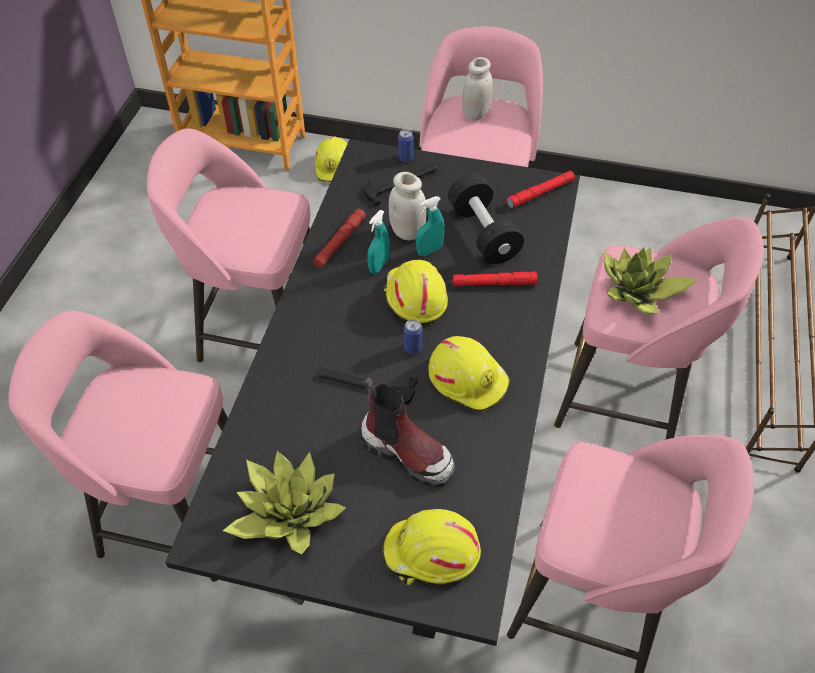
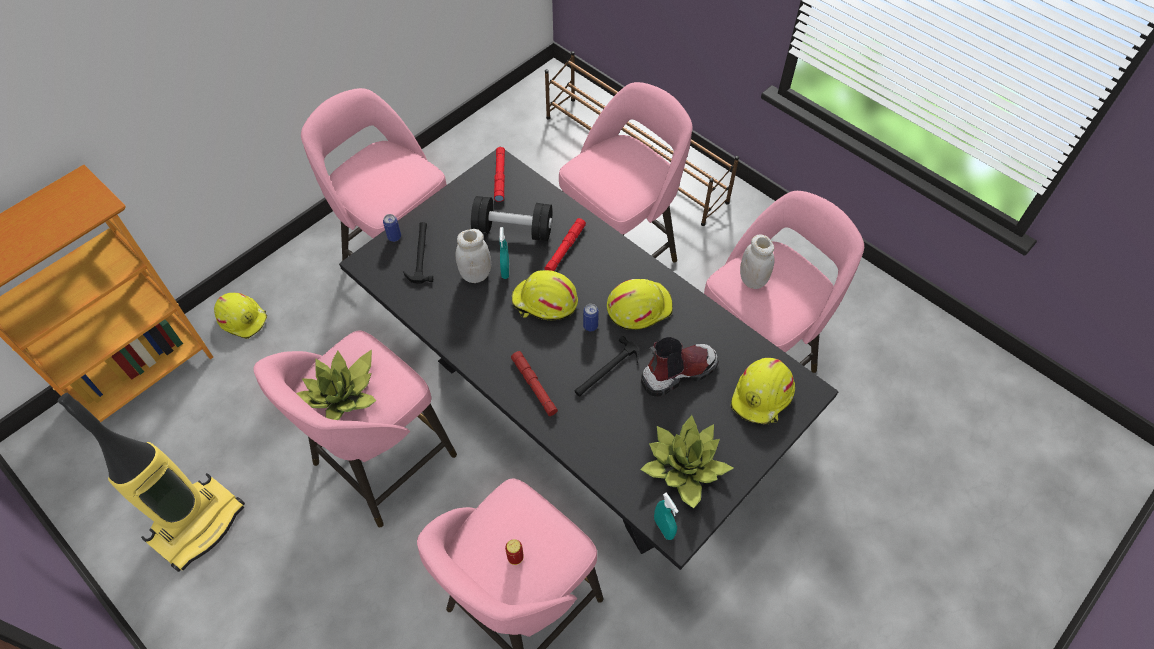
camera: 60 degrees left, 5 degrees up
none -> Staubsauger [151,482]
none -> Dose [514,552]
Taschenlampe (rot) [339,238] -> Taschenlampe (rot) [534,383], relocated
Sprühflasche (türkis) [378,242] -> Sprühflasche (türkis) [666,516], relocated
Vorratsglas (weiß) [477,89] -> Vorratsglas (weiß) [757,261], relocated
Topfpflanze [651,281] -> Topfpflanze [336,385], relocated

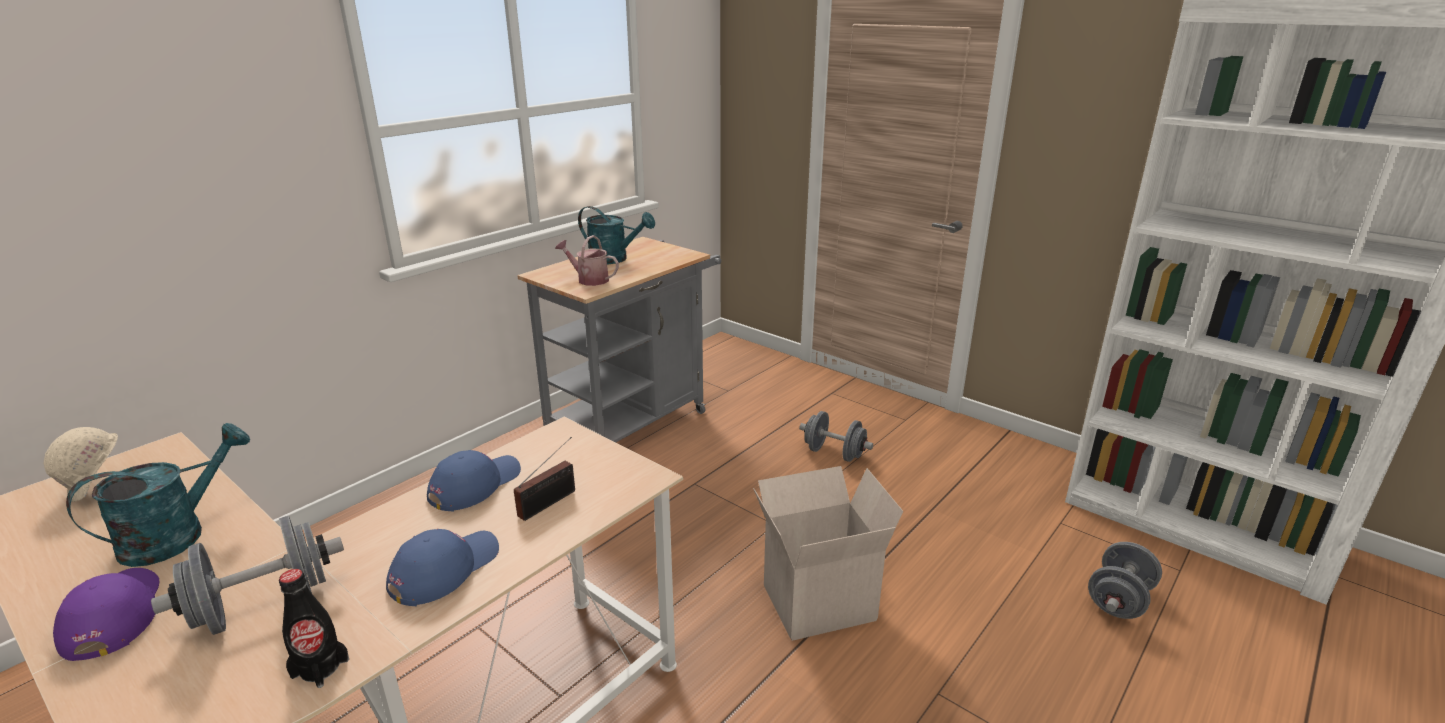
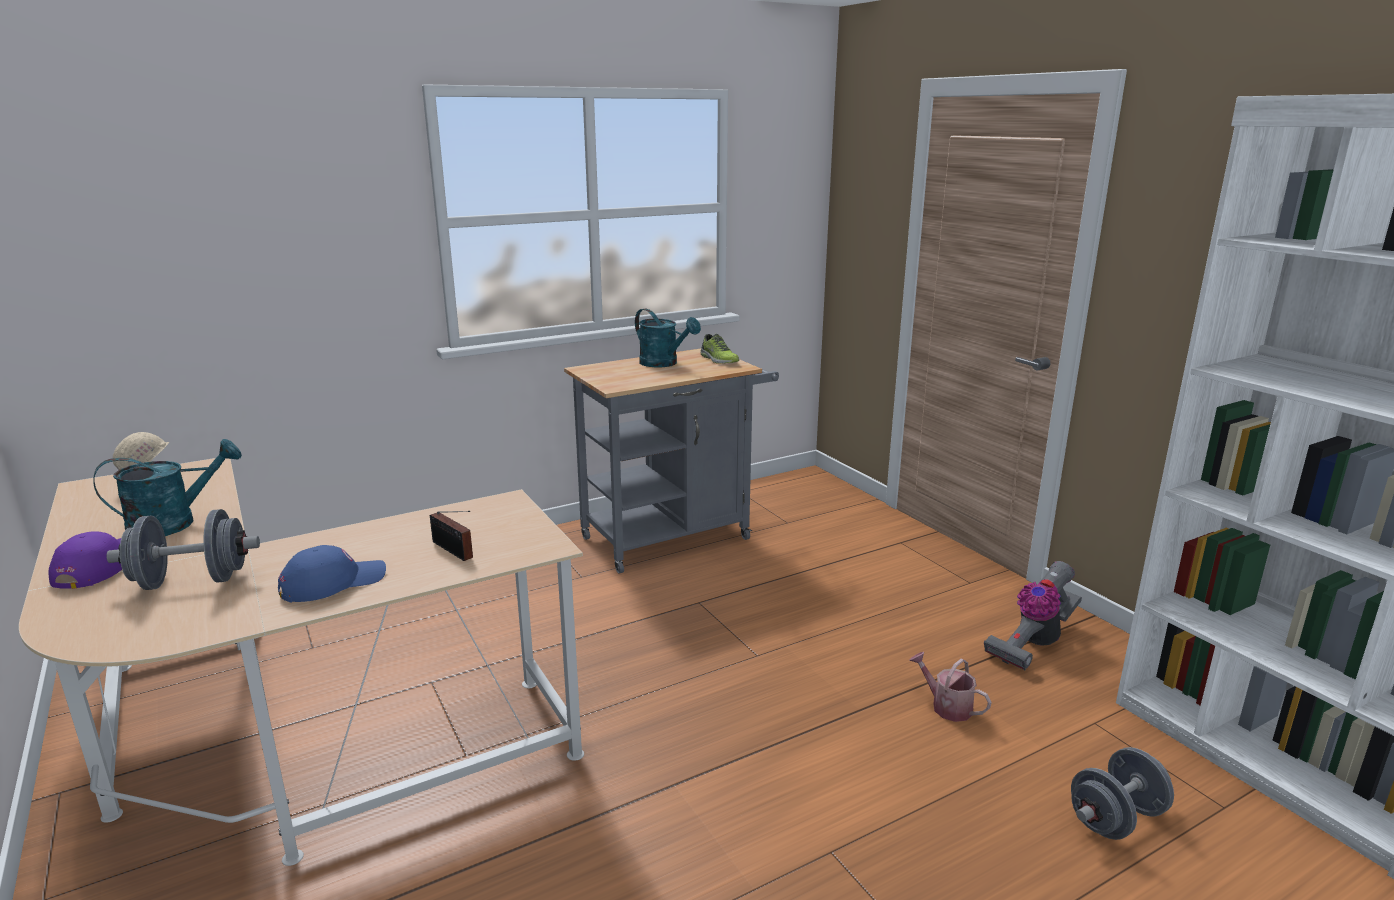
camera: 20 degrees right, 5 degrees down
Flasche (schwarz) [314,628] -> none
Kappe (blau) [474,481] -> none
Karton [828,553] -> none
Hantel (grau) [836,436] -> none
none -> Schuh [719,349]
none -> Staubsauger [1033,615]
Gießkanne [587,260] -> Gießkanne [950,687], relocated
Radio [544,479] -> Radio [451,536], 75 degrees clockwise

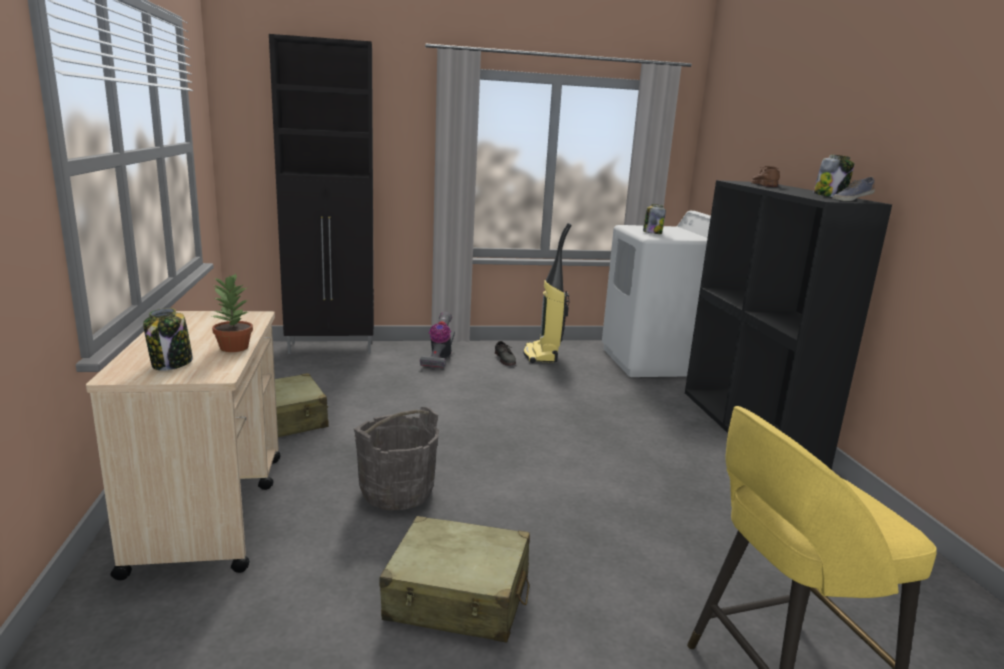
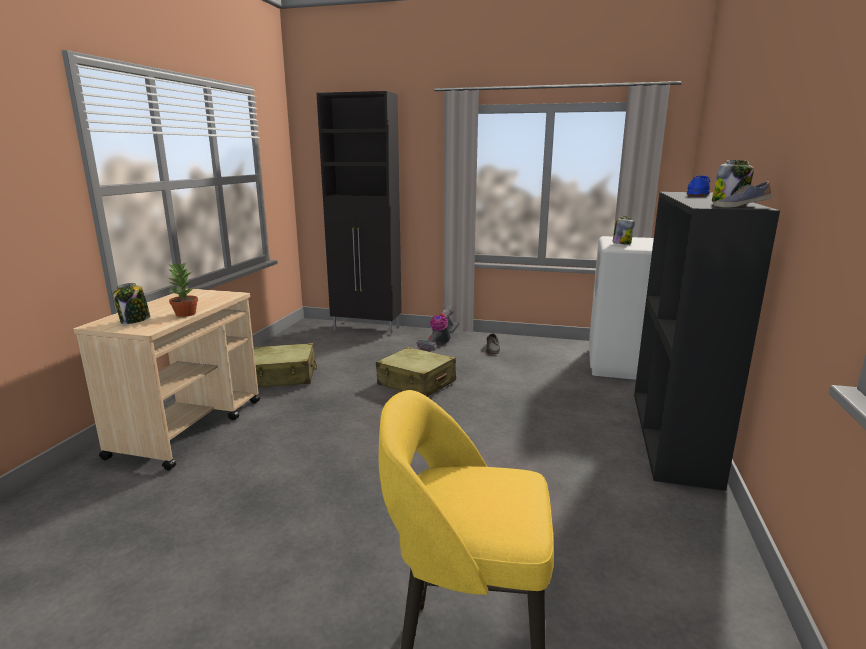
camera: 25 degrees right, 0 degrees up
Eimer (grau) [396,458] -> none
Staubsauger [547,293] -> none
Koffer (beige) [454,579] -> Koffer (beige) [416,372], relocated
Schuh (braun) [765,176] -> Schuh (blau) [698,186]

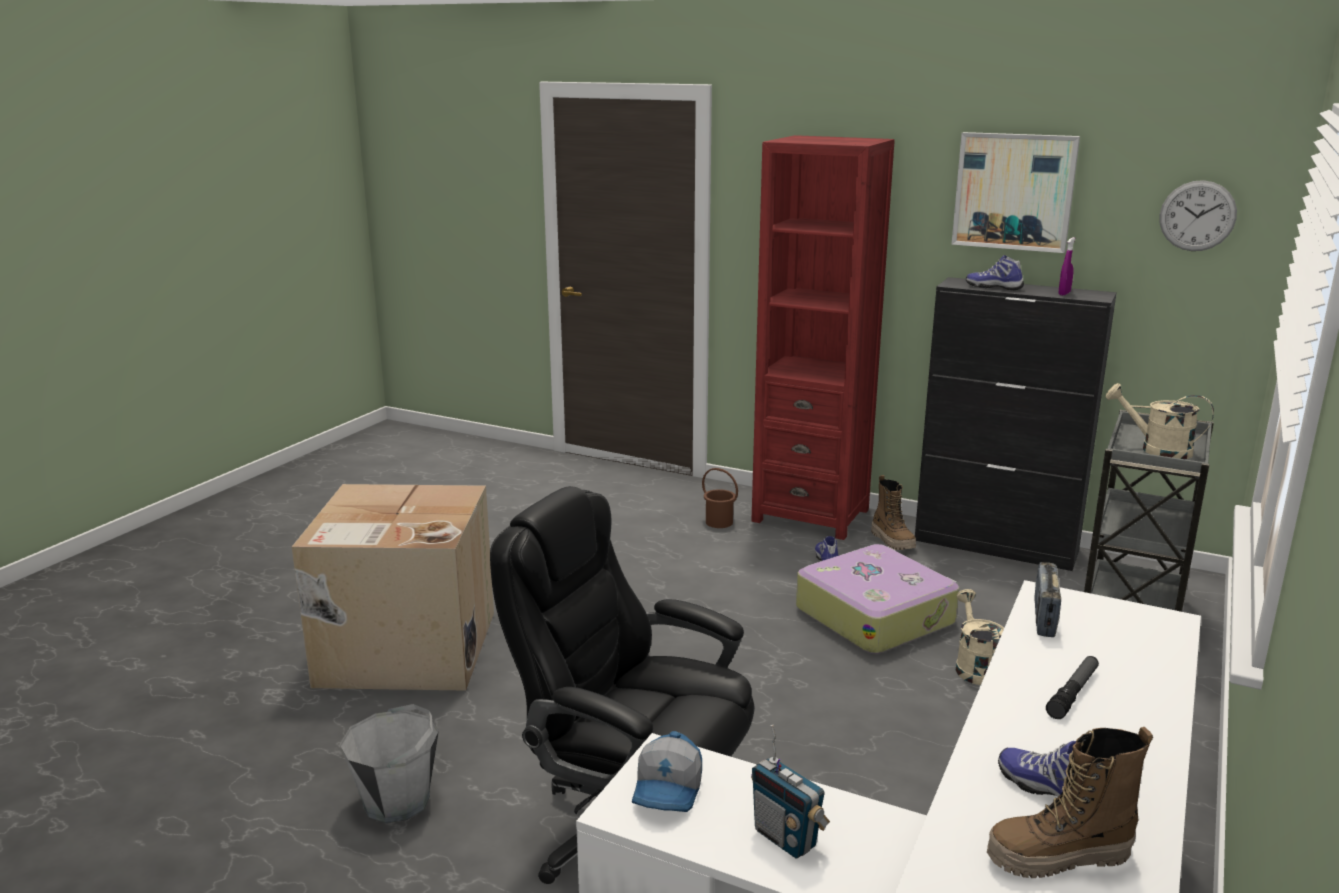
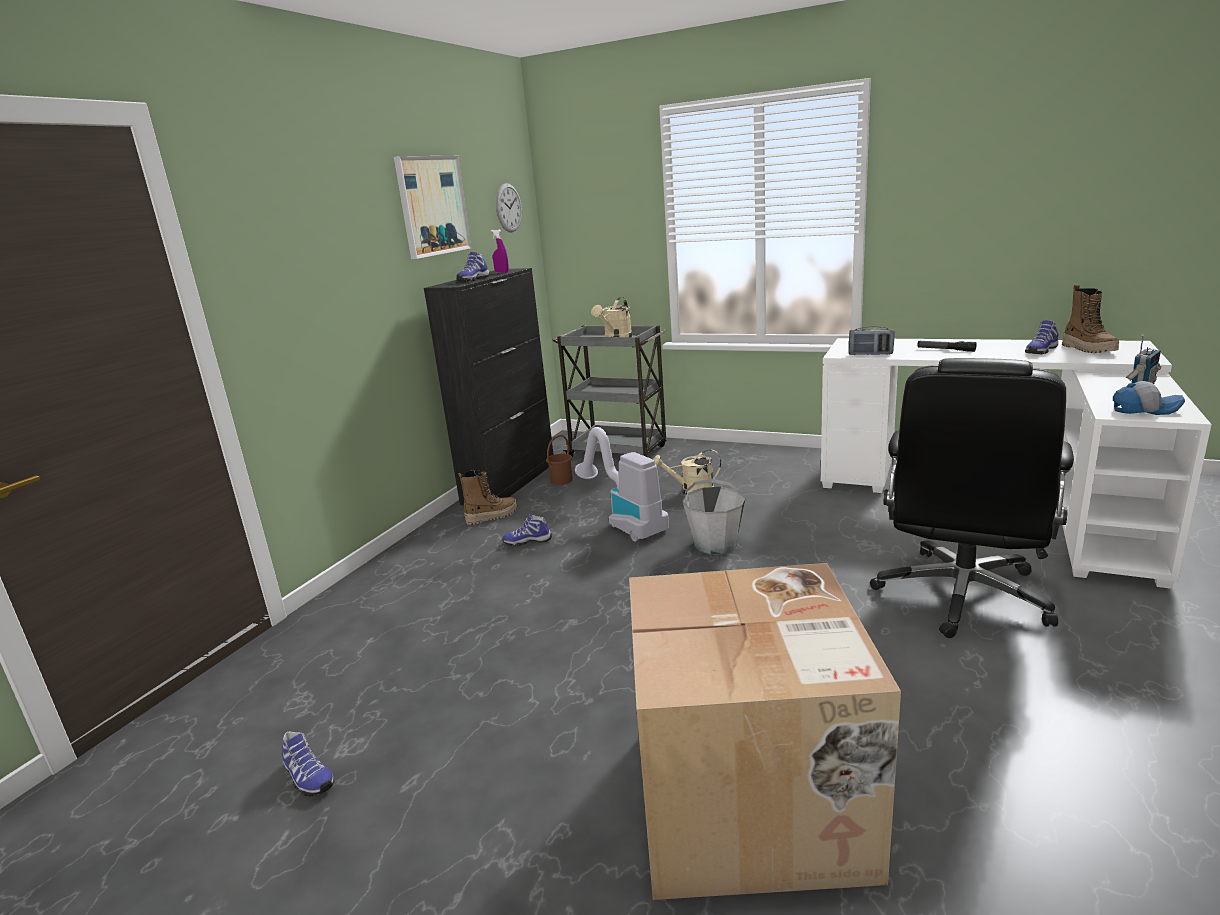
camera: 90 degrees left, 0 degrees up
Bücherregal (rot) [823,337] -> none
none -> Schuh [308,764]
Eimer (grau) [389,764] -> Eimer (grau) [714,517], relocated
Eimer (braun) [720,498] -> Eimer (braun) [559,460], relocated
Koffer [877,599] -> Staubsauger [622,484]

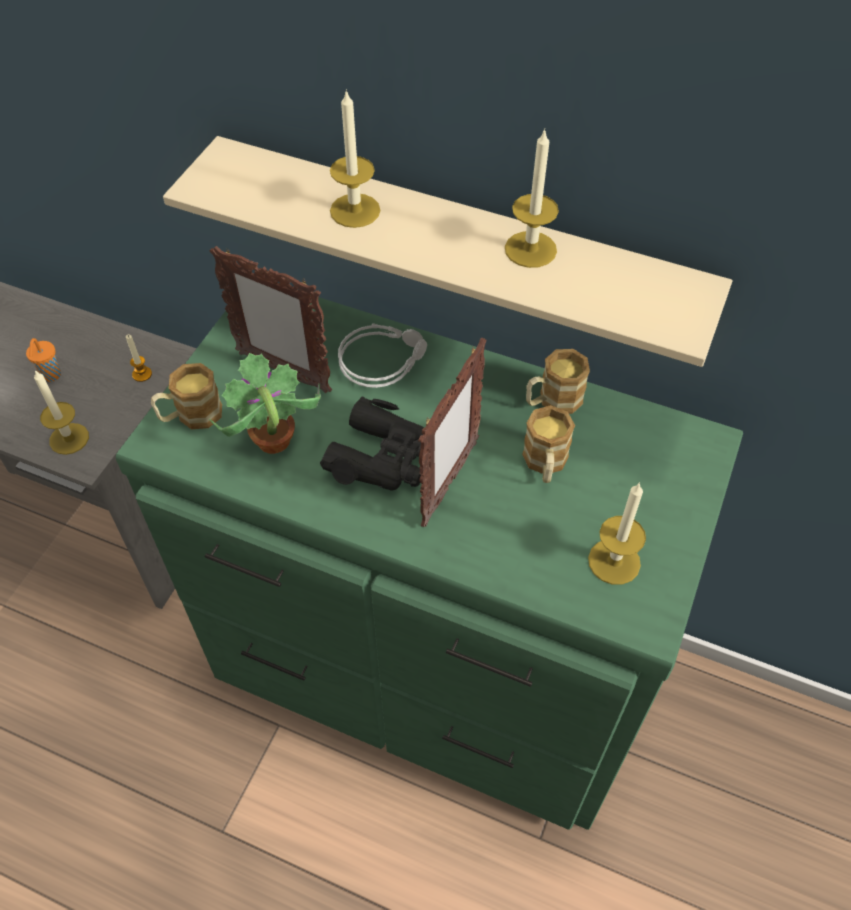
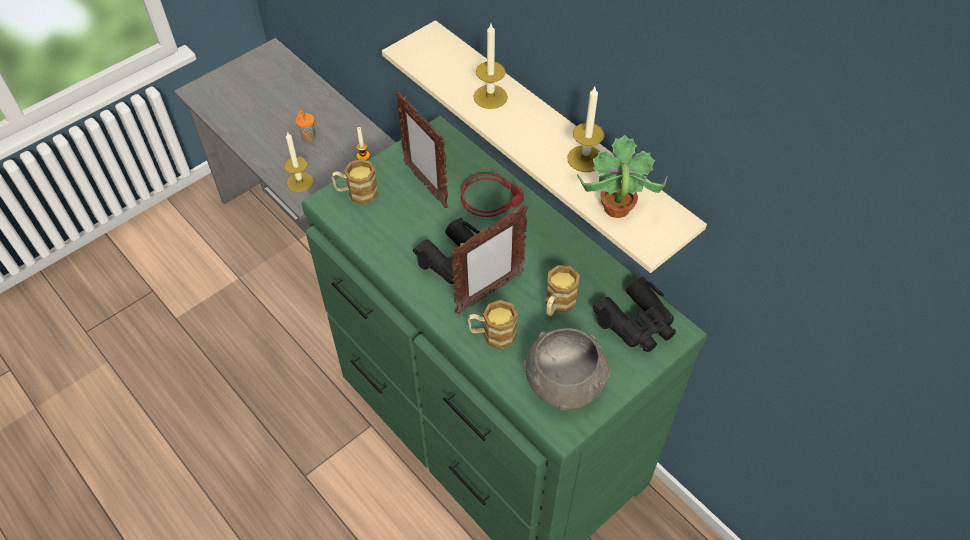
camera: 25 degrees right, 0 degrees up
none -> Fernglas (schwarz) [634,314]
Topfpflanze [265,403] -> Topfpflanze [622,176], relocated
Henkelbecher [558,381] -> Henkelbecher [493,324], relocated
Kerze [617,533] -> Schüssel (grau) [567,369]
Kopfhörer (grau) [382,355] -> Kopfhörer (rot) [492,195]

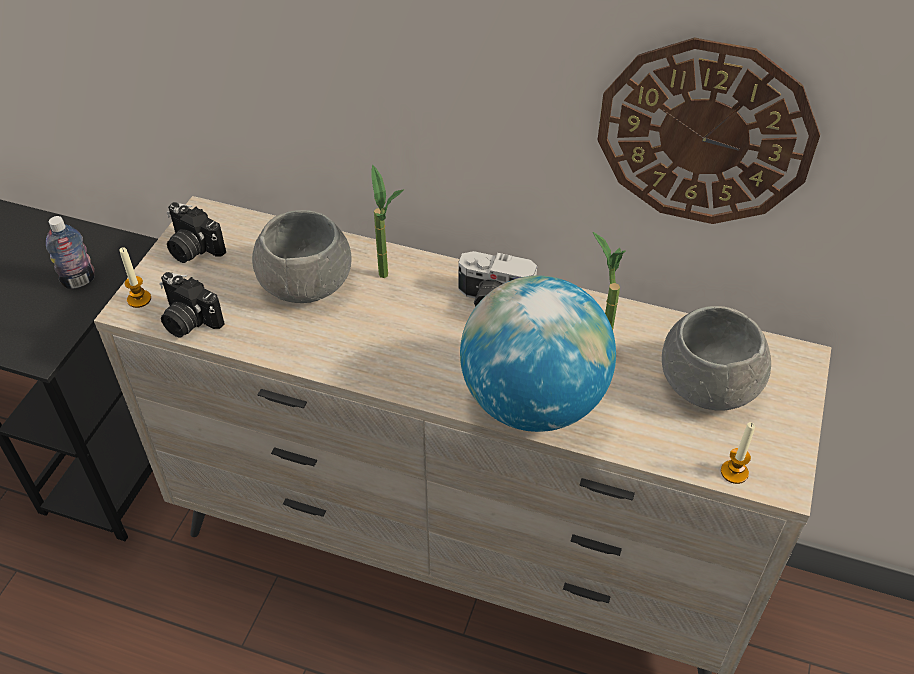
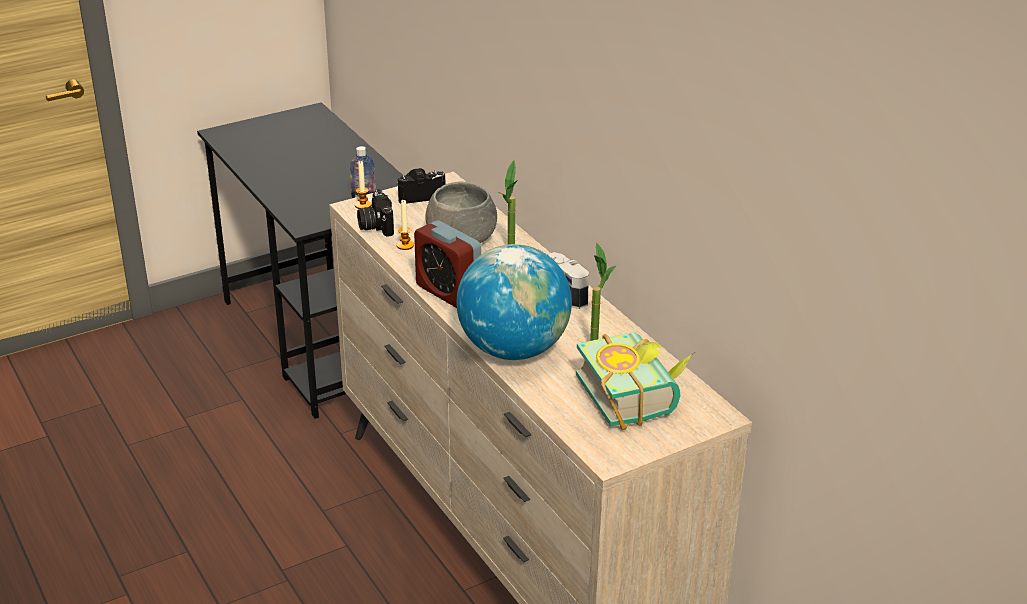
camera: 40 degrees right, 15 degrees down
Wanduhr [709,130] -> none
none -> Wecker [447,264]
Kerze [738,453] -> Kerze [405,224], relocated
Schüssel (grau) [716,358] -> Buch [636,381]
Kamera [196,232] -> Kamera [421,186], 90 degrees clockwise

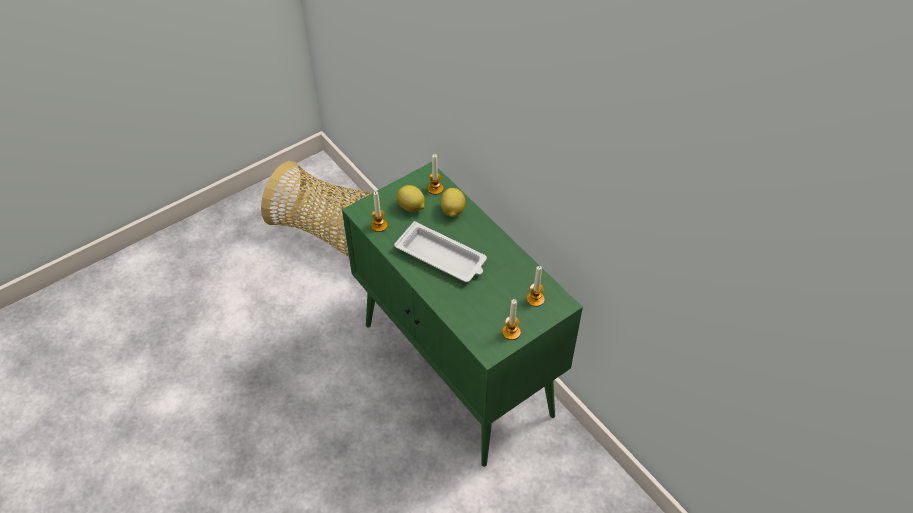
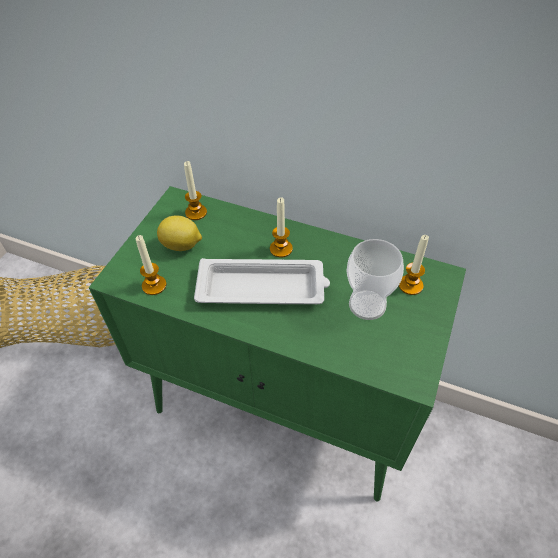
camera: 30 degrees left, 0 degrees up
Zitrone [453,202] -> none
none -> Tasse [375,279]
Kerze [511,319] -> Kerze [281,227], relocated

